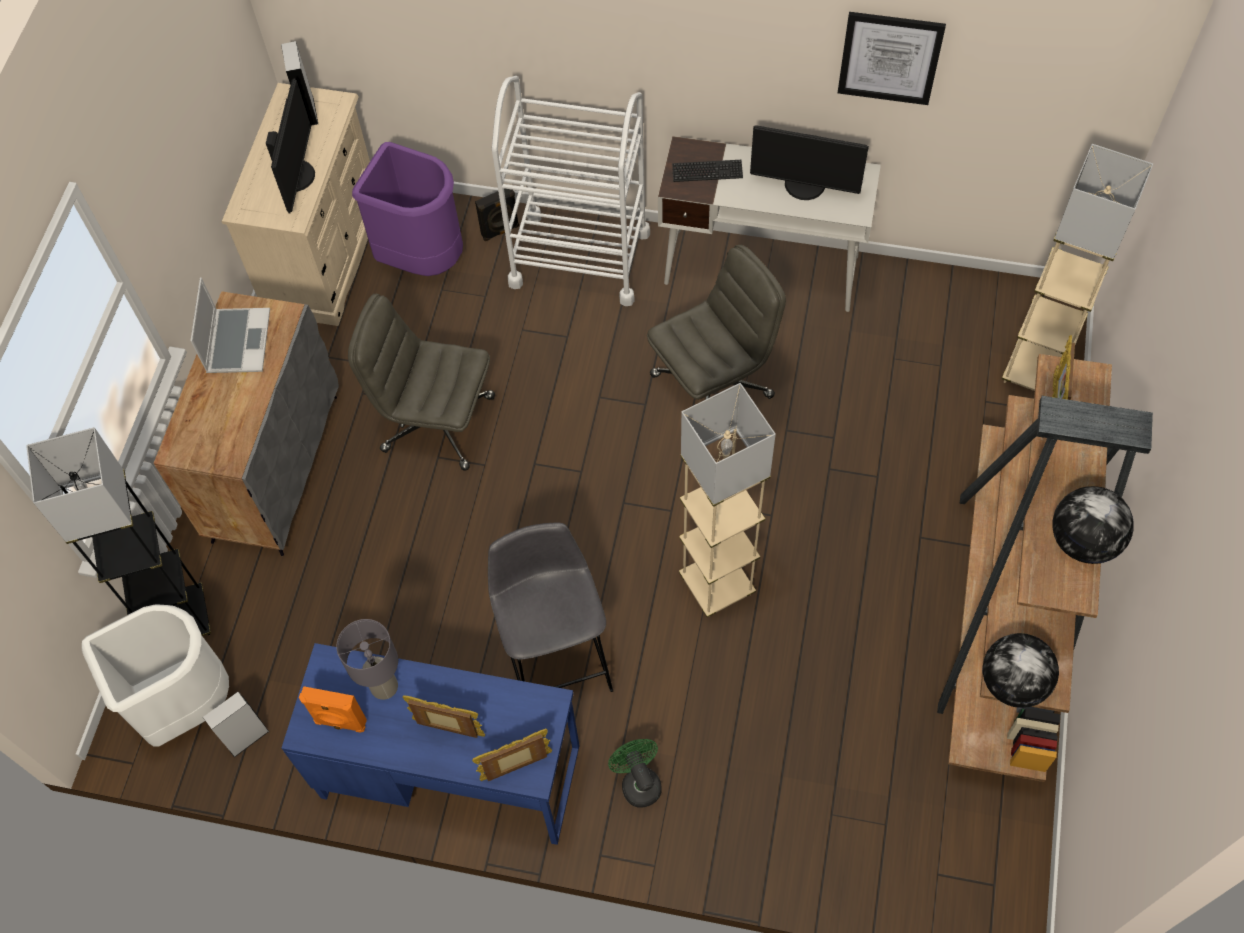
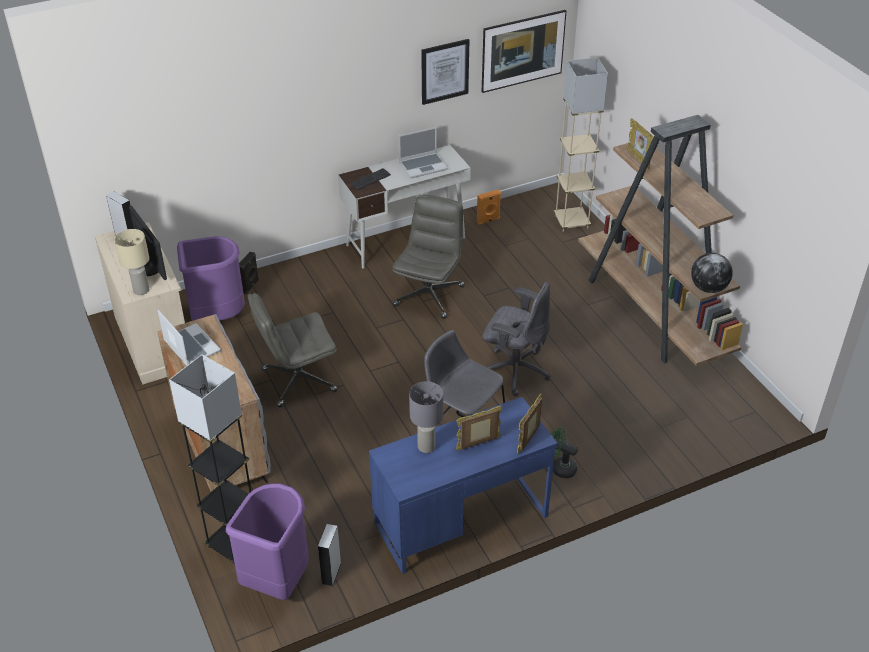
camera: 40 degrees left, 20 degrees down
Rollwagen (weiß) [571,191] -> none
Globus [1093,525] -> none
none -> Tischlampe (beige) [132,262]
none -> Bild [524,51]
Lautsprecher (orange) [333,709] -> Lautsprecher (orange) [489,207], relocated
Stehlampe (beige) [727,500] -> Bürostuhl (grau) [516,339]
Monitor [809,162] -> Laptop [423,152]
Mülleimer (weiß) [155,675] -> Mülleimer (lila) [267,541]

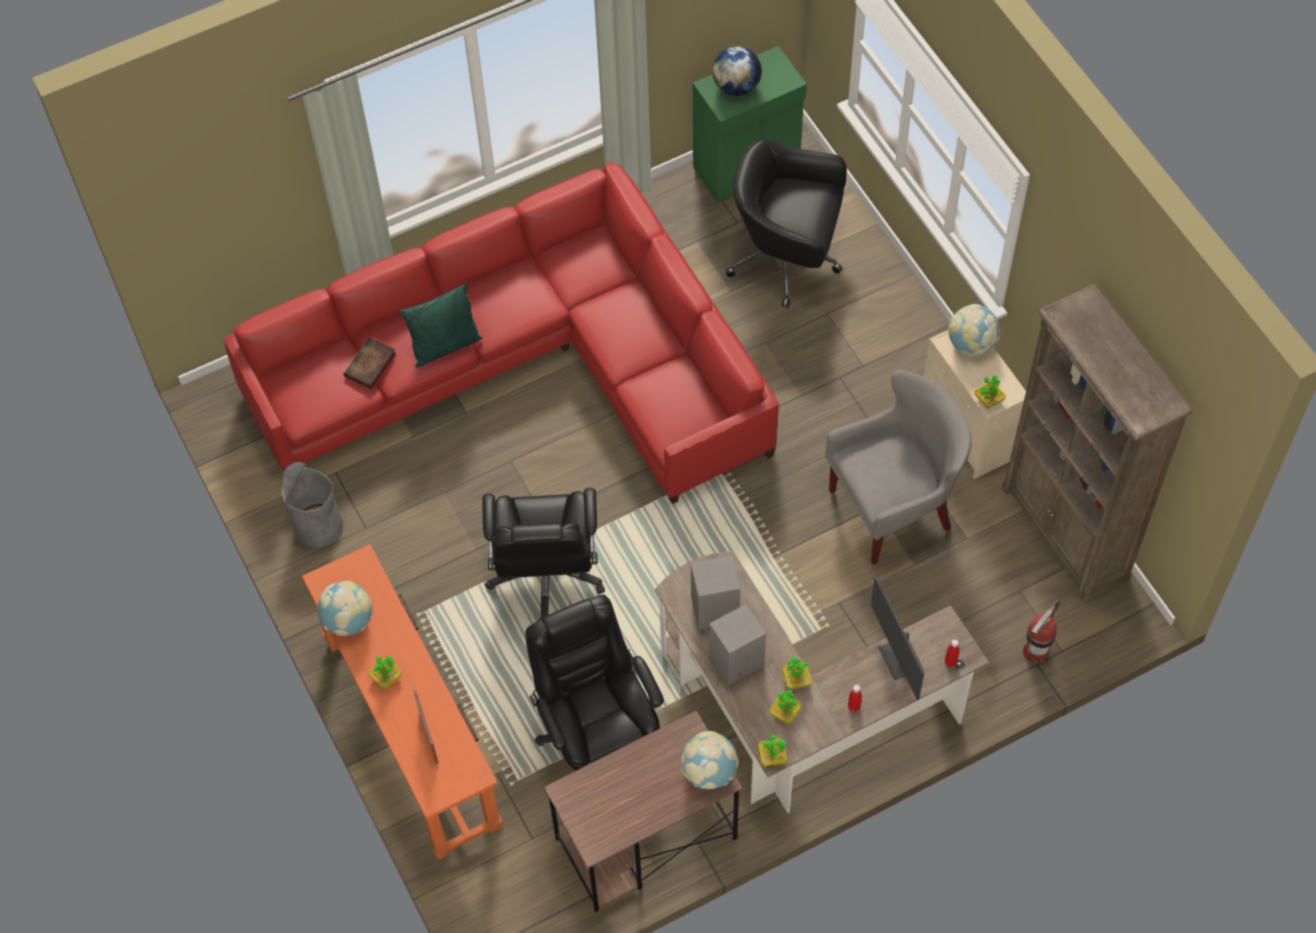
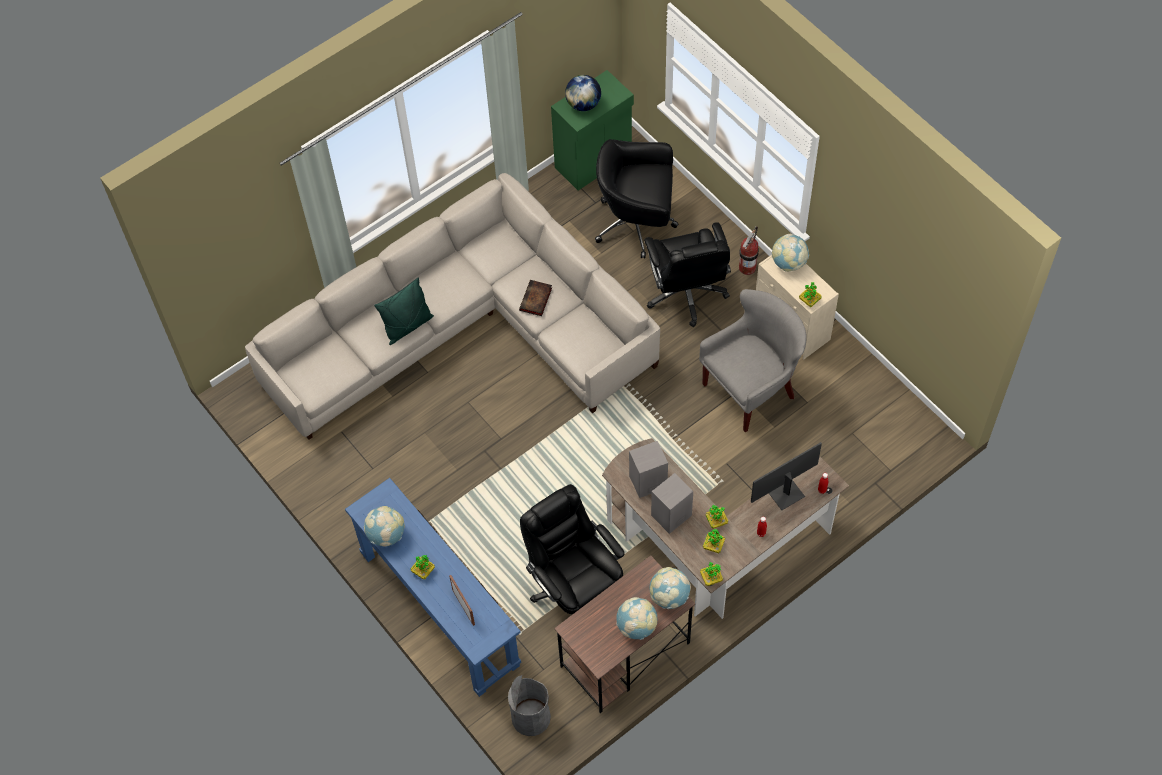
camera: 10 degrees left, 0 degrees up
Bücherregal (braun) [1097,442] -> none
none -> Globus [636,618]
Mülleimer (grau) [312,505] -> Mülleimer (grau) [529,705], relocated
Buch [369,363] -> Buch [535,298], relocated
Bürostuhl (schwarz) [543,554] -> Bürostuhl (schwarz) [687,274], relocated
Feuerlöscher [1041,632] -> Feuerlöscher [749,250], relocated
Sofa (rot) [501,333] -> Sofa (beige) [452,306]
Konsolentisch (orange) [402,702] -> Konsolentisch (blau) [433,587]
Monitor [897,638] -> Monitor [786,476], 90 degrees clockwise

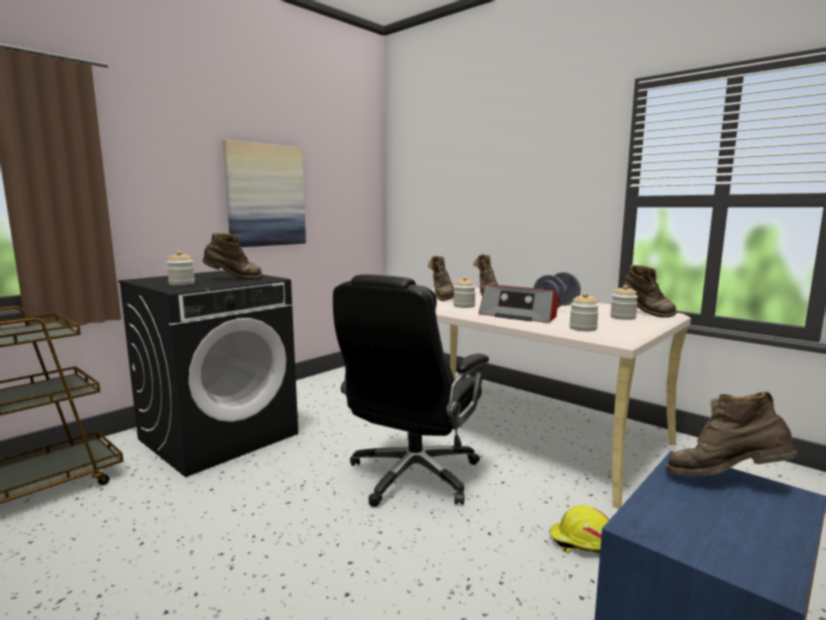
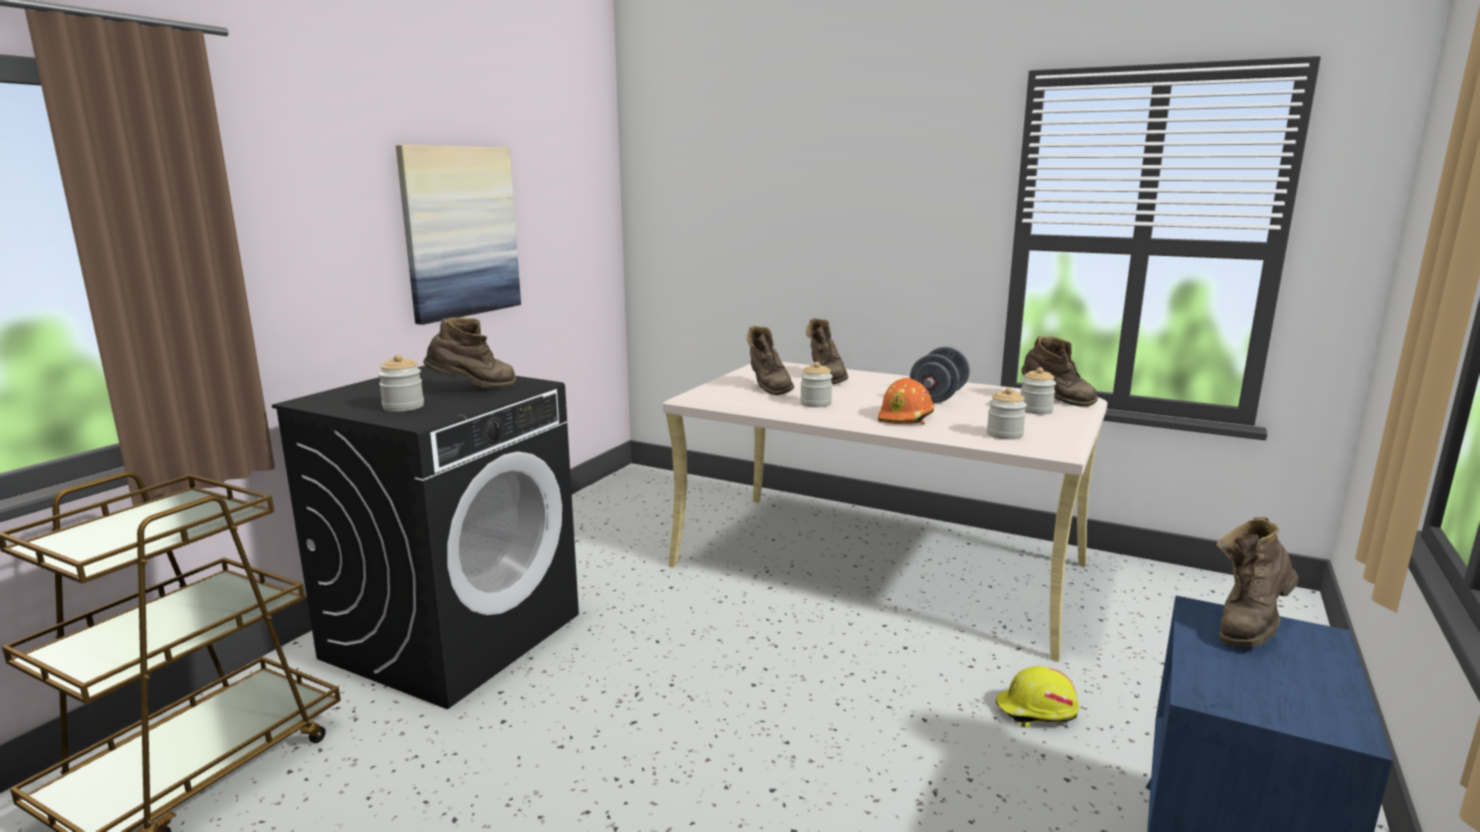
camera: 15 degrees left, 5 degrees up
Bürostuhl (schwarz) [411,390] -> none
Radio [518,303] -> Schutzhelm (orange) [906,401]
Stiefel (braun) [732,433] -> Stiefel (braun) [1257,582], 45 degrees counterclockwise

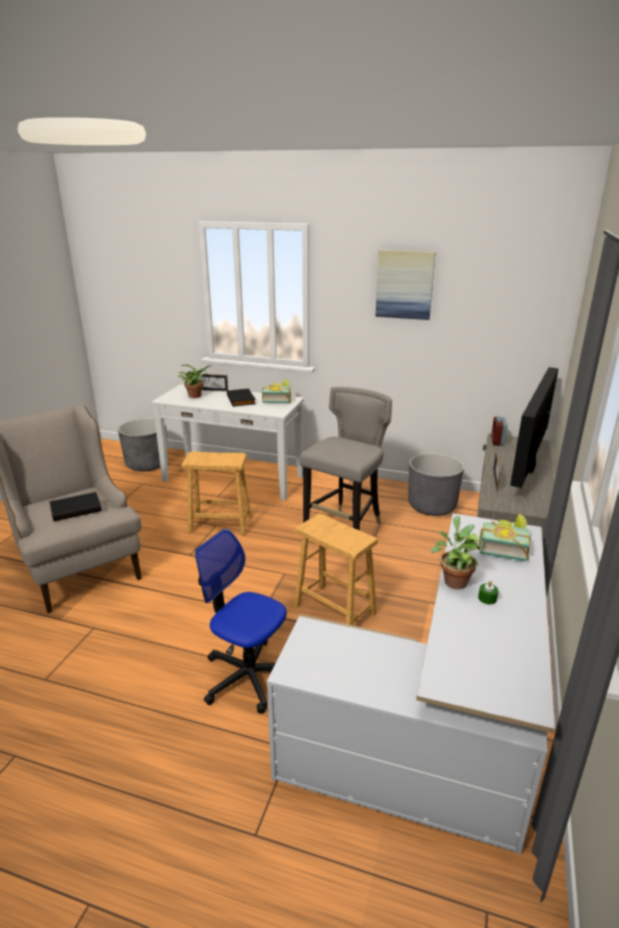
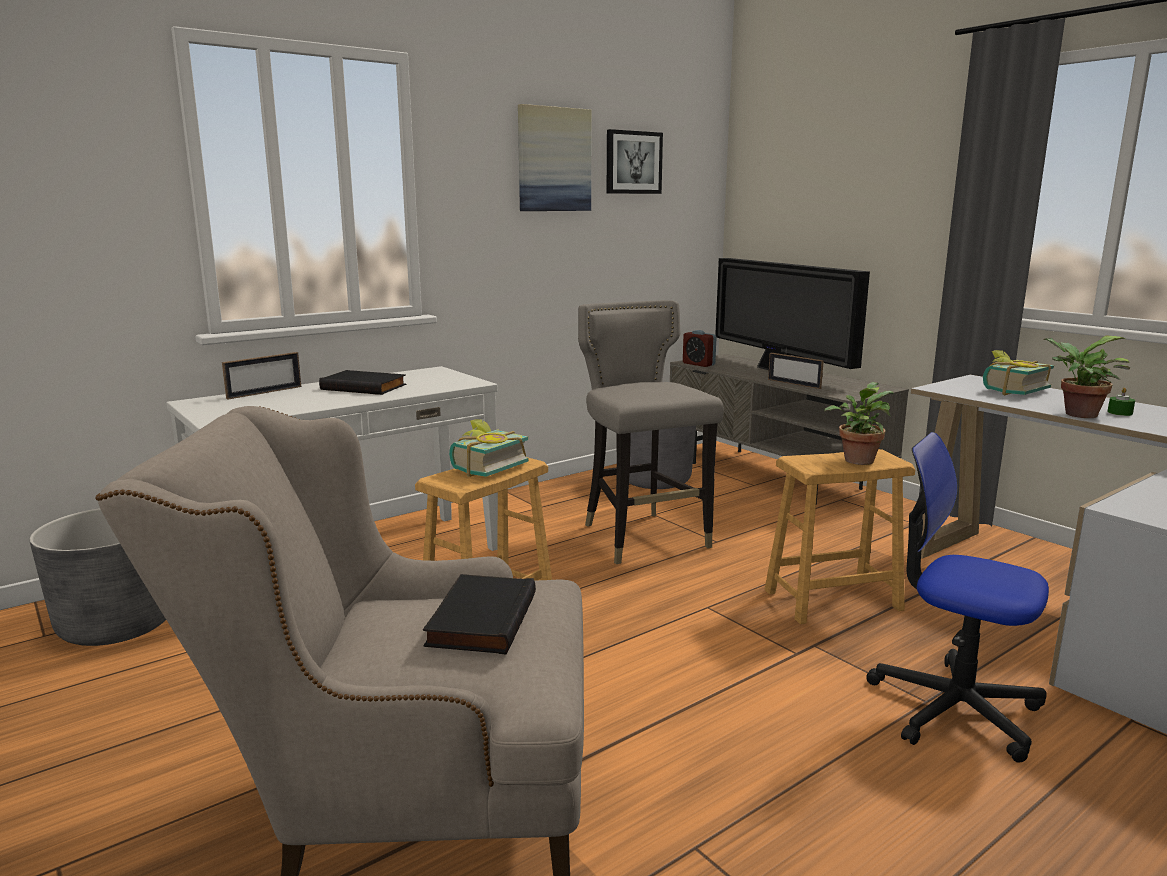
camera: 55 degrees left, 10 degrees down
none -> Bild [635,161]
Topfpflanze [194,381] -> Topfpflanze [858,423], relocated
Buch [276,391] -> Buch [489,448], relocated
Bürostuhl [241,621] -> Bürostuhl [957,597], 60 degrees clockwise

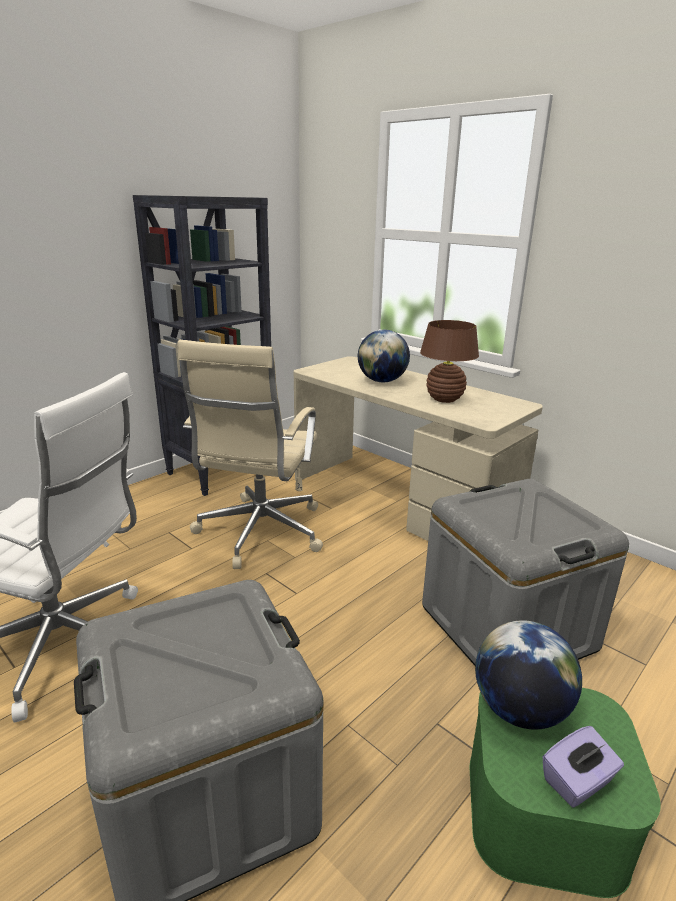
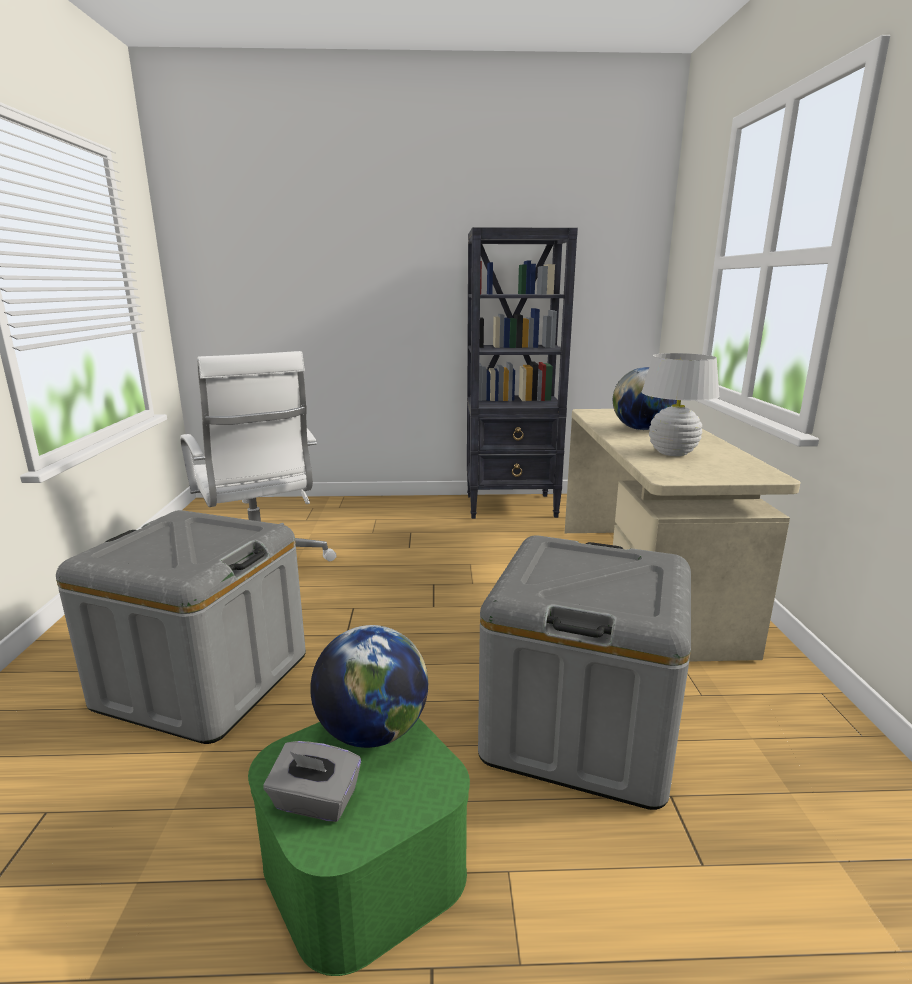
camera: 45 degrees right, 5 degrees down
Bürostuhl (beige) [250,454] -> none
Tischlampe (braun) [449,361] -> Tischlampe (weiß) [680,404]
Taschentuchbox (lila) [583,767] -> Taschentuchbox (grau) [312,781]

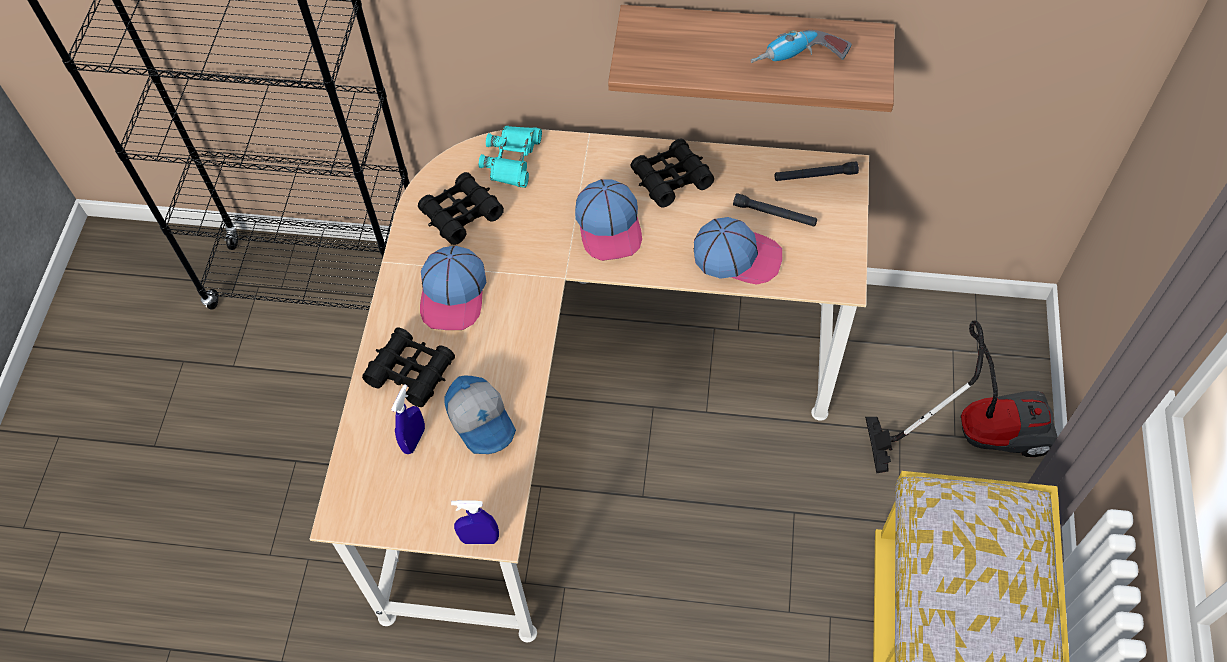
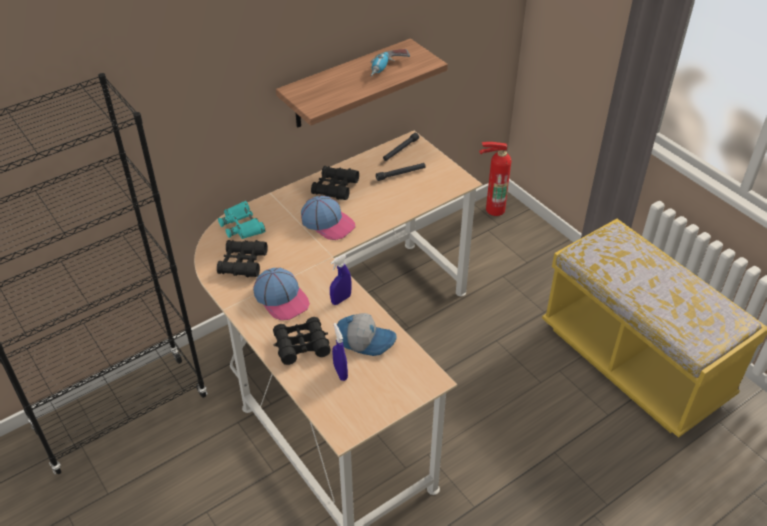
camera: 45 degrees left, 15 degrees down
Kappe [738,251] -> none
Staubsauger [961,396] -> none
none -> Feuerlöscher [495,179]
Sprühflasche (blau) [475,522] -> Sprühflasche (blau) [341,280], relocated

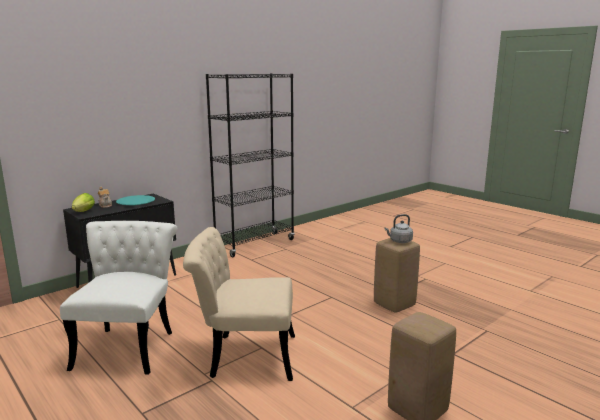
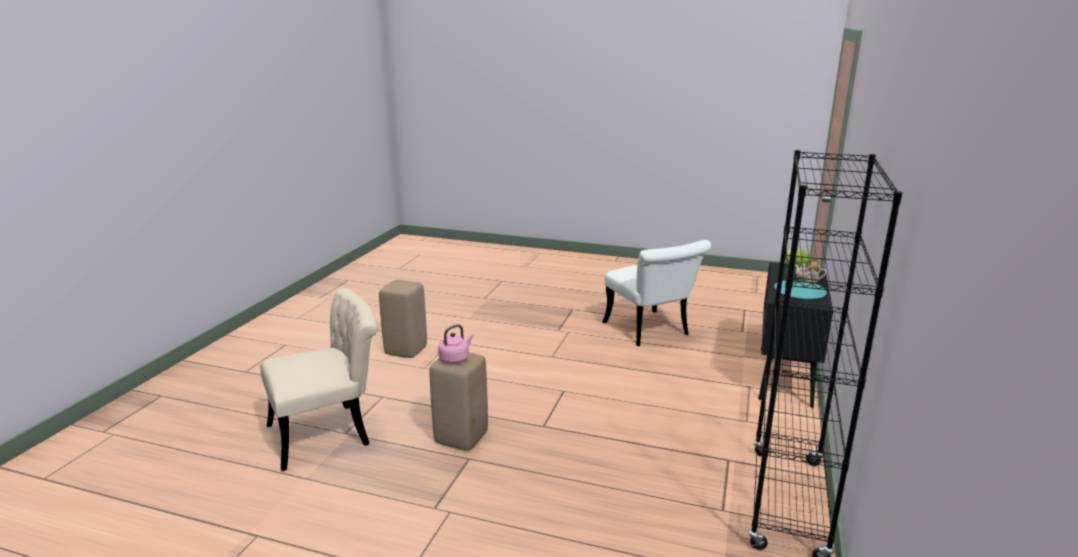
camera: 150 degrees right, 5 degrees up
Stuhl (beige) [239,304] -> Stuhl (beige) [319,379], relocated
Wasserkessel (grau) [398,228] -> Wasserkessel (rosa) [456,343]

